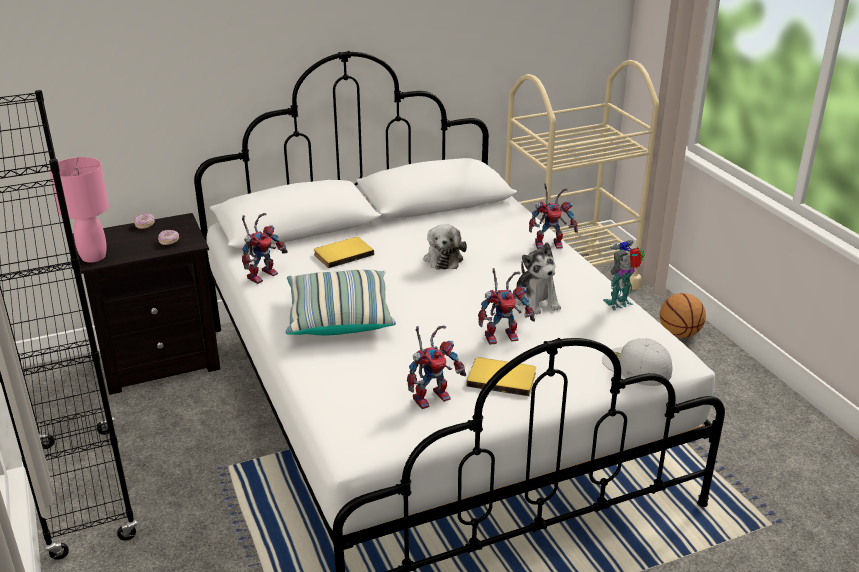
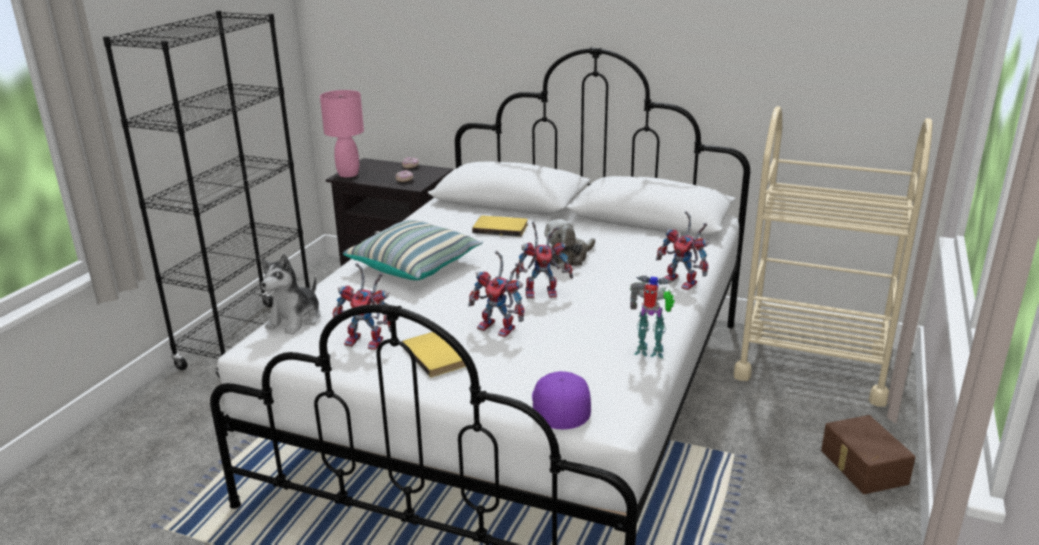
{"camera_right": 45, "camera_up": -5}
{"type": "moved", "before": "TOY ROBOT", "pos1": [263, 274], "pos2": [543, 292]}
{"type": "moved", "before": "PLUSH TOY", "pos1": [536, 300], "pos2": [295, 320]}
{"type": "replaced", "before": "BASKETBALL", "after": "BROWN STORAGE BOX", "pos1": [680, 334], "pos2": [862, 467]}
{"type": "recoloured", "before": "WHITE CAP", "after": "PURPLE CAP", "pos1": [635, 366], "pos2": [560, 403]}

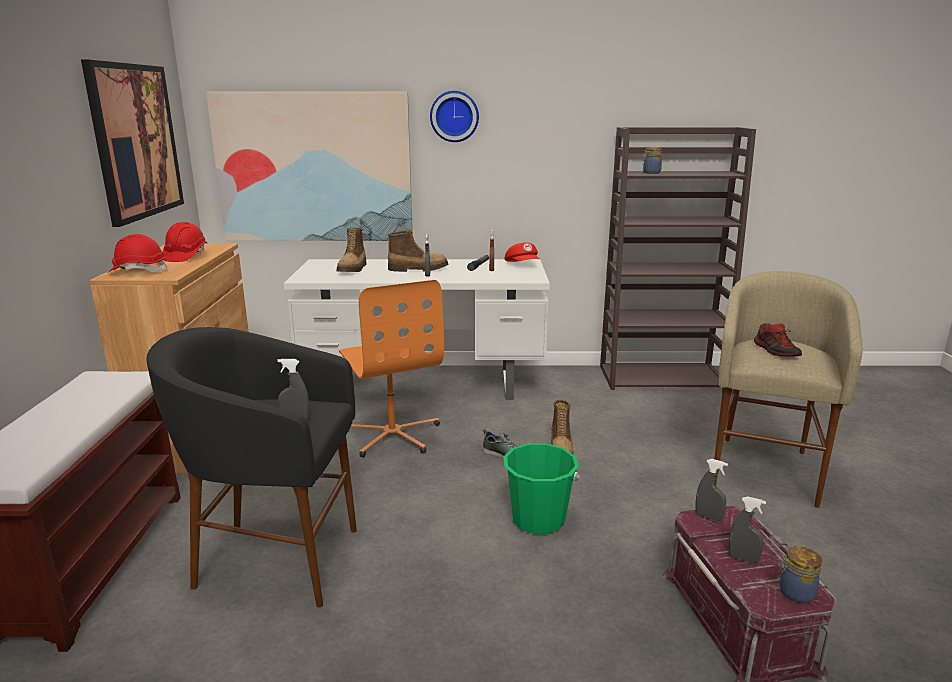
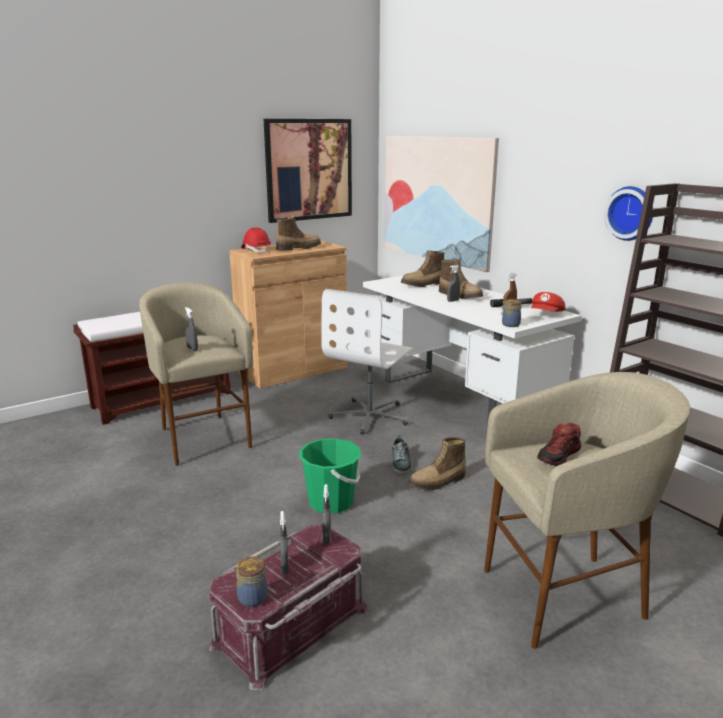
{"camera_right": 55, "camera_up": 0}
{"type": "moved", "before": "WALL CLOCK", "pos1": [454, 116], "pos2": [631, 213]}
{"type": "moved", "before": "JAR", "pos1": [650, 173], "pos2": [510, 324]}
{"type": "replaced", "before": "RED HARD HAT", "after": "BOOT", "pos1": [186, 256], "pos2": [298, 248]}
{"type": "recoloured", "before": "BLACK STOOL", "after": "BEIGE STOOL", "pos1": [276, 560], "pos2": [202, 438]}
{"type": "recoloured", "before": "ORANGE OFFICE CHAIR", "after": "WHITE OFFICE CHAIR", "pos1": [393, 435], "pos2": [370, 416]}

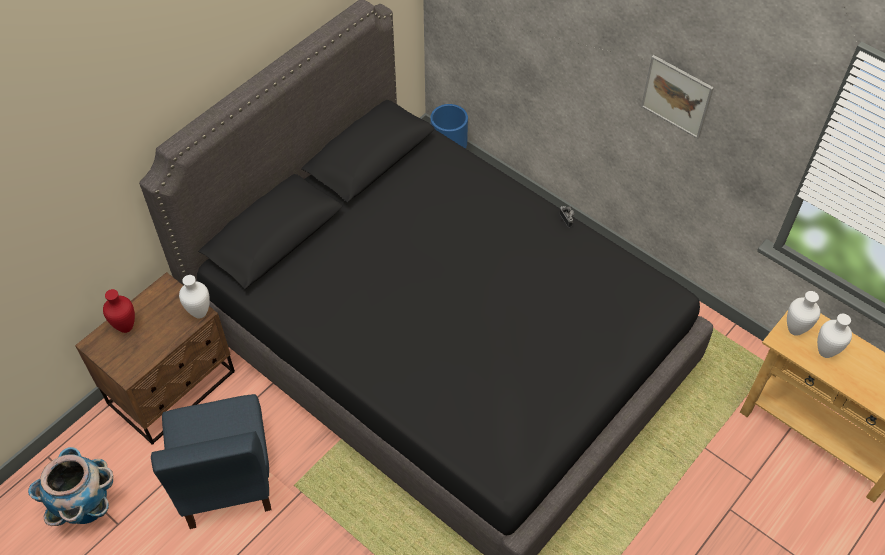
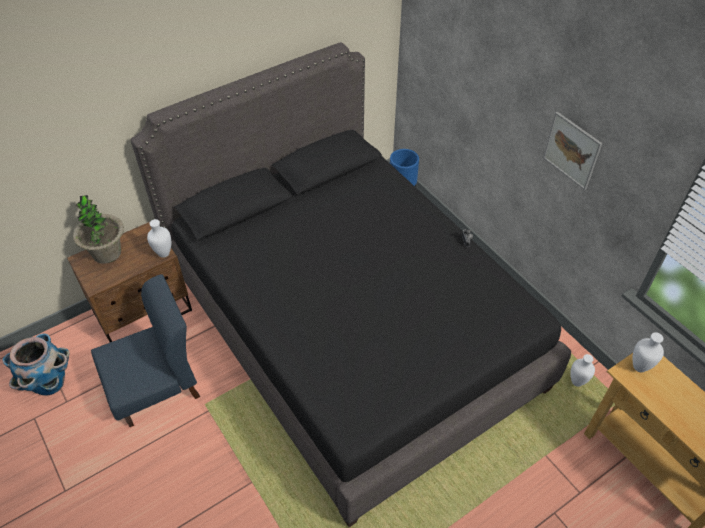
{"camera_right": 15, "camera_up": -5}
{"type": "moved", "before": "WHITE VASE", "pos1": [826, 353], "pos2": [577, 383]}
{"type": "replaced", "before": "RED VASE", "after": "POTTED PLANT", "pos1": [125, 328], "pos2": [107, 253]}
{"type": "turned", "before": "BLUE CHAIR", "pos1": [225, 479], "pos2": [156, 387], "turn": -120}

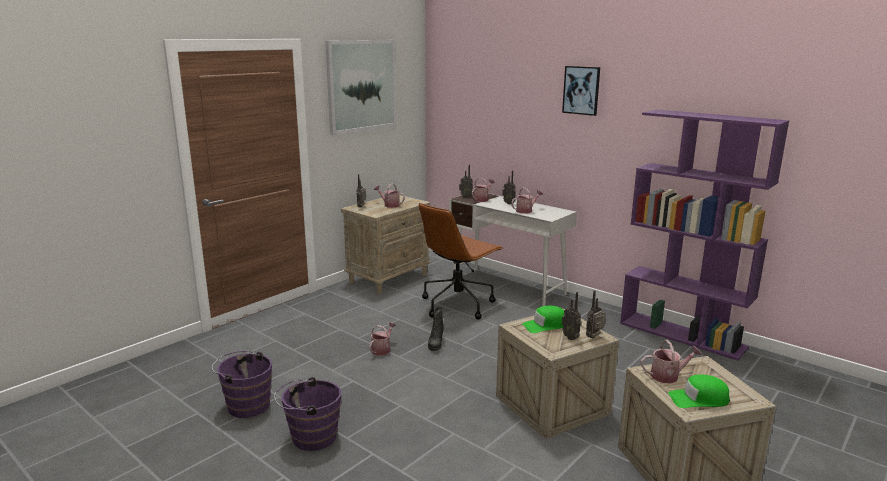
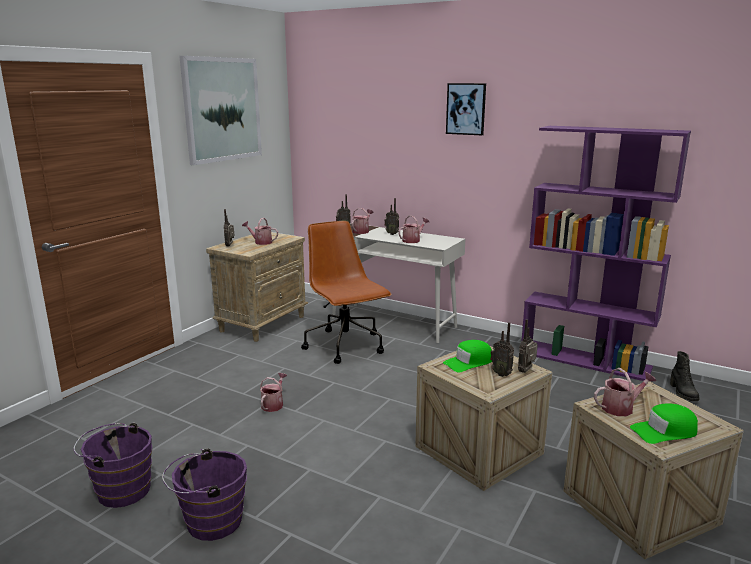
{"camera_right": -10, "camera_up": 0}
{"type": "moved", "before": "BLACK BOOT", "pos1": [435, 344], "pos2": [682, 393]}
{"type": "turned", "before": "BROWN OFFICE CHAIR", "pos1": [457, 304], "pos2": [346, 346], "turn": 120}

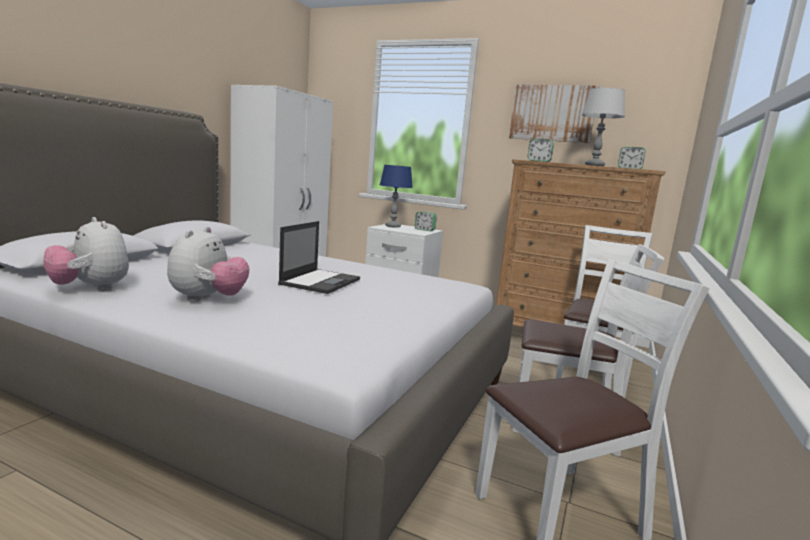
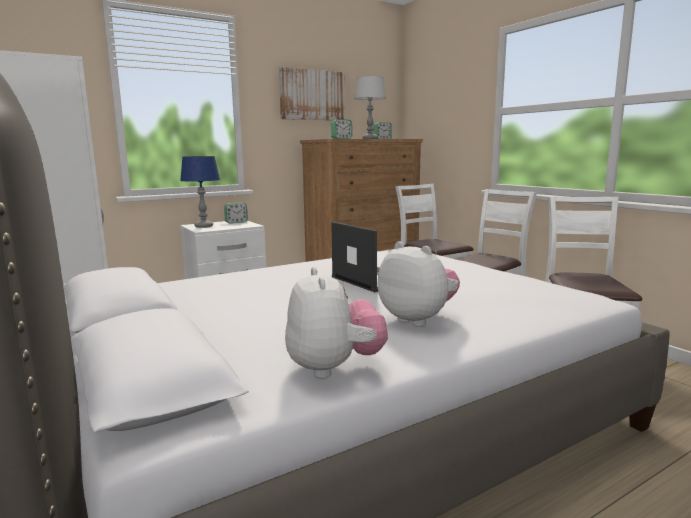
{"camera_right": -55, "camera_up": 0}
{"type": "turned", "before": "PLUSH TOY", "pos1": [91, 289], "pos2": [334, 368], "turn": -90}

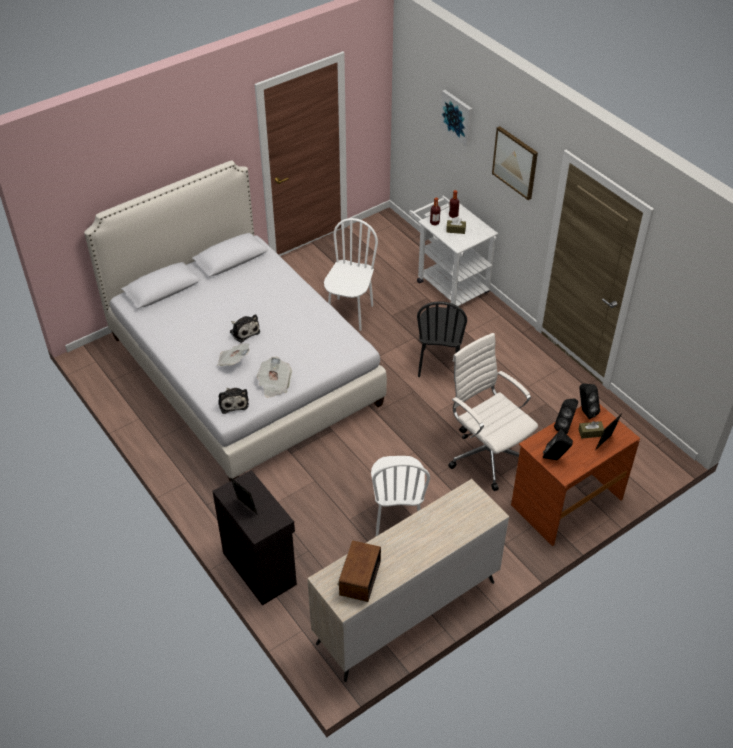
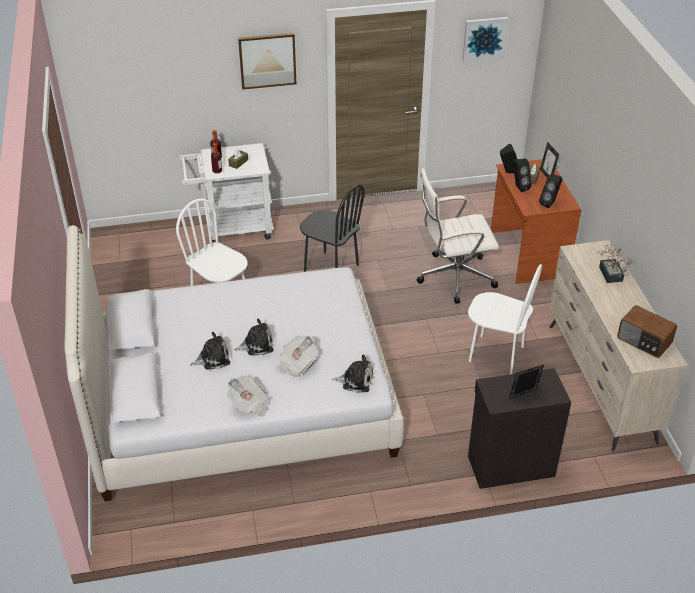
{"camera_right": -65, "camera_up": -5}
{"type": "added", "after": "PLUSH TOY", "pos2": [213, 358]}
{"type": "added", "after": "POTTED PLANT", "pos2": [611, 276]}
{"type": "moved", "before": "NEWSPAPER", "pos1": [274, 384], "pos2": [249, 404]}
{"type": "moved", "before": "PICTURE", "pos1": [457, 117], "pos2": [484, 38]}

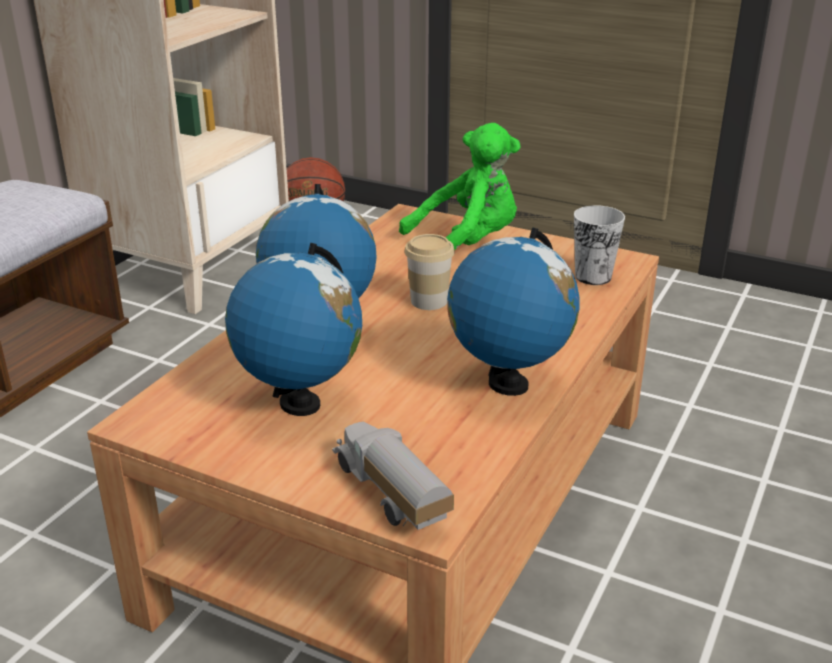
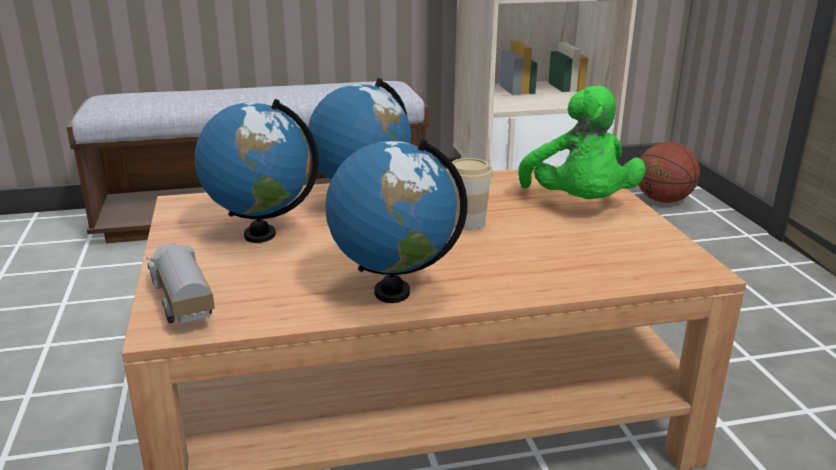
{"camera_right": 50, "camera_up": -5}
{"type": "removed", "before": "CUP", "pos1": [593, 276]}
{"type": "turned", "before": "TOY TRUCK", "pos1": [390, 495], "pos2": [181, 303], "turn": -45}
{"type": "turned", "before": "GREEN PLUSH TOY", "pos1": [465, 246], "pos2": [578, 204], "turn": 45}

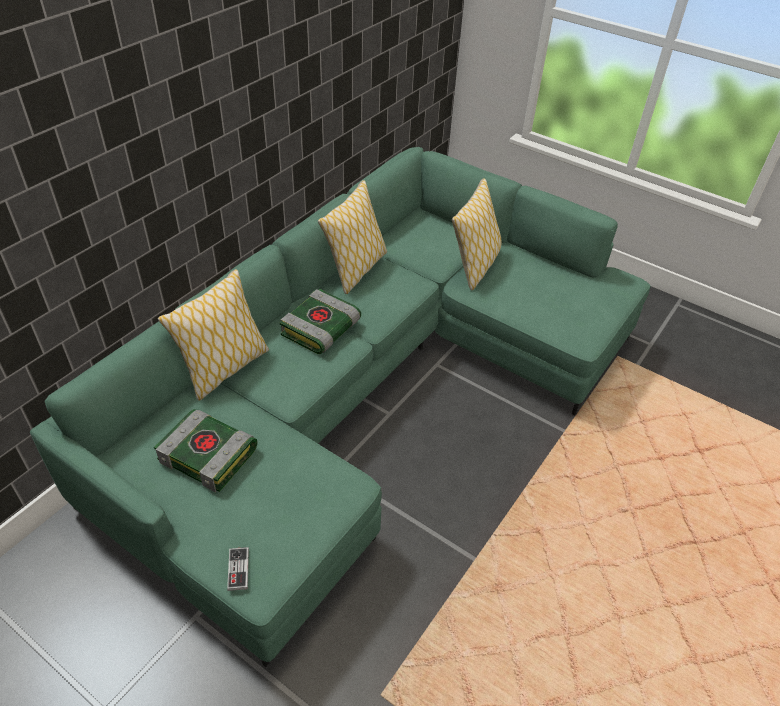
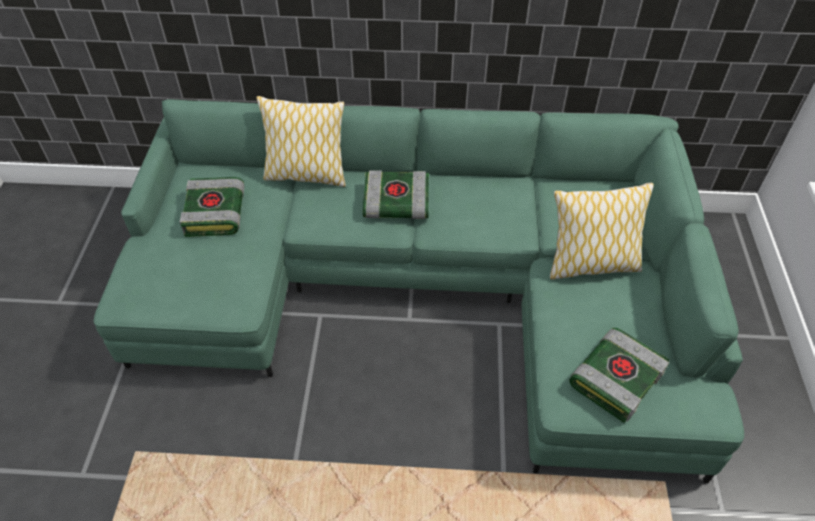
{"camera_right": 60, "camera_up": 5}
{"type": "removed", "before": "GAME CONTROLLER", "pos1": [238, 569]}
{"type": "removed", "before": "PILLOW", "pos1": [356, 270]}
{"type": "added", "after": "BOOK", "pos2": [616, 377]}

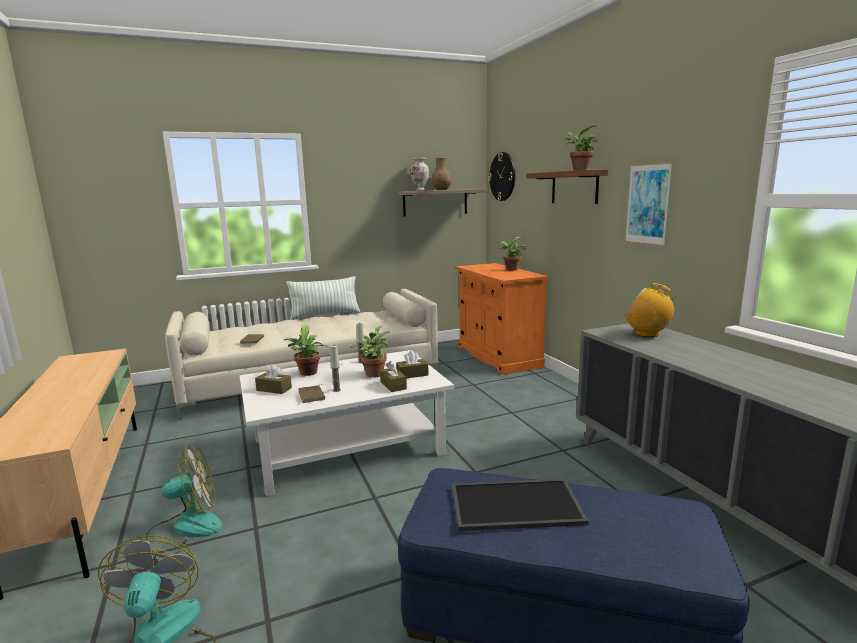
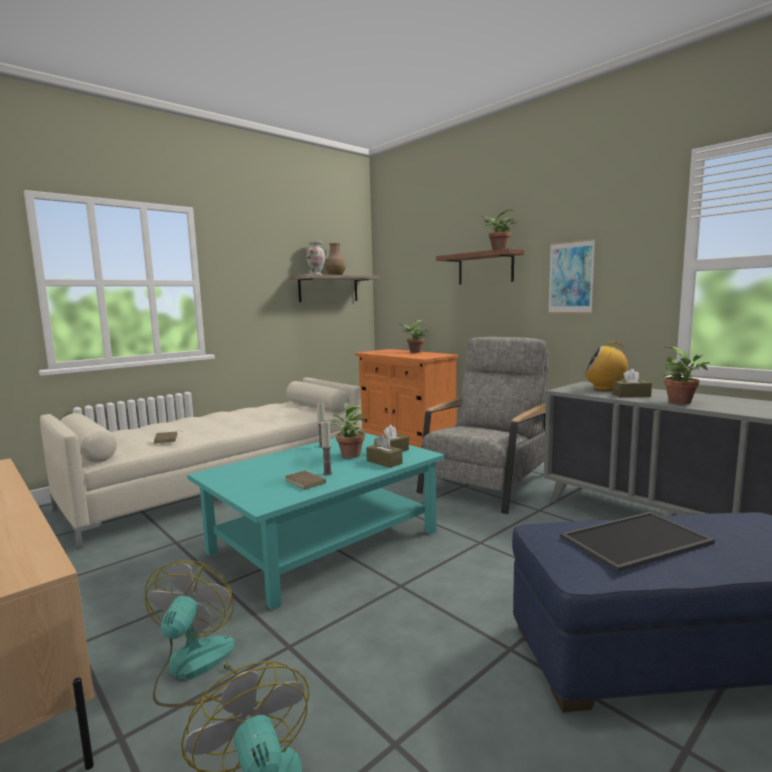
{"camera_right": -20, "camera_up": -5}
{"type": "removed", "before": "PILLOW", "pos1": [325, 315]}
{"type": "removed", "before": "WALL CLOCK", "pos1": [502, 176]}
{"type": "added", "after": "GREY ARMCHAIR", "pos2": [487, 483]}
{"type": "moved", "before": "BROWN TISSUE BOX", "pos1": [274, 389], "pos2": [631, 395]}
{"type": "moved", "before": "POTTED PLANT", "pos1": [308, 374], "pos2": [682, 402]}
{"type": "recoloured", "before": "WHITE COFFEE TABLE", "after": "TURQUOISE COFFEE TABLE", "pos1": [347, 446], "pos2": [324, 541]}
{"type": "turned", "before": "FAN", "pos1": [185, 528], "pos2": [194, 669], "turn": -45}

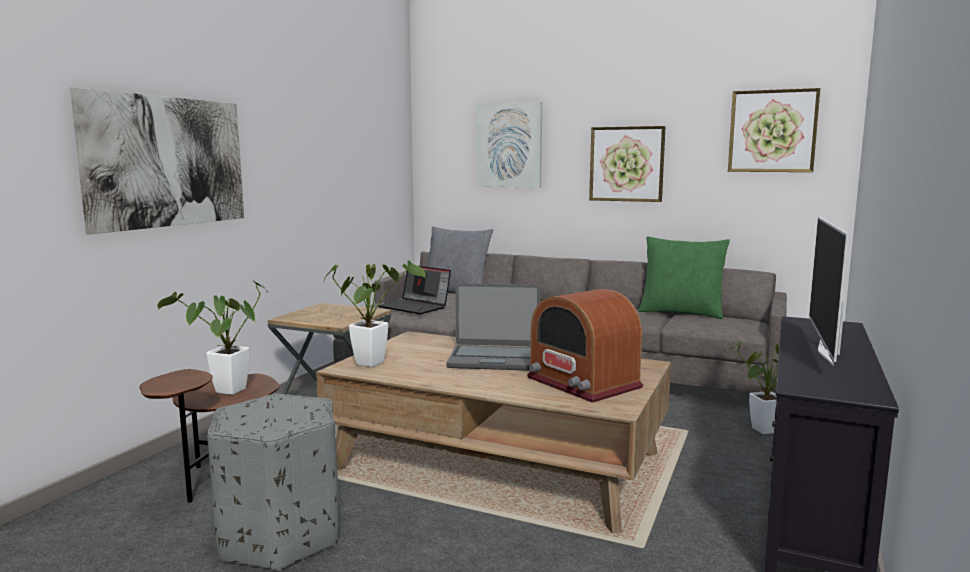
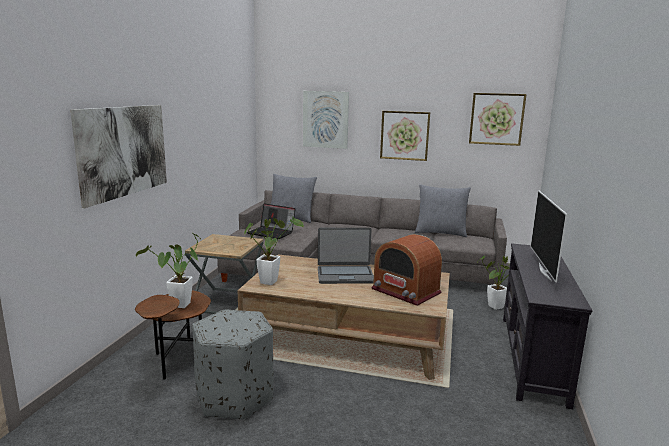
{"camera_right": -10, "camera_up": 5}
{"type": "recoloured", "before": "GREEN PILLOW", "after": "GREY PILLOW", "pos1": [681, 313], "pos2": [440, 232]}

